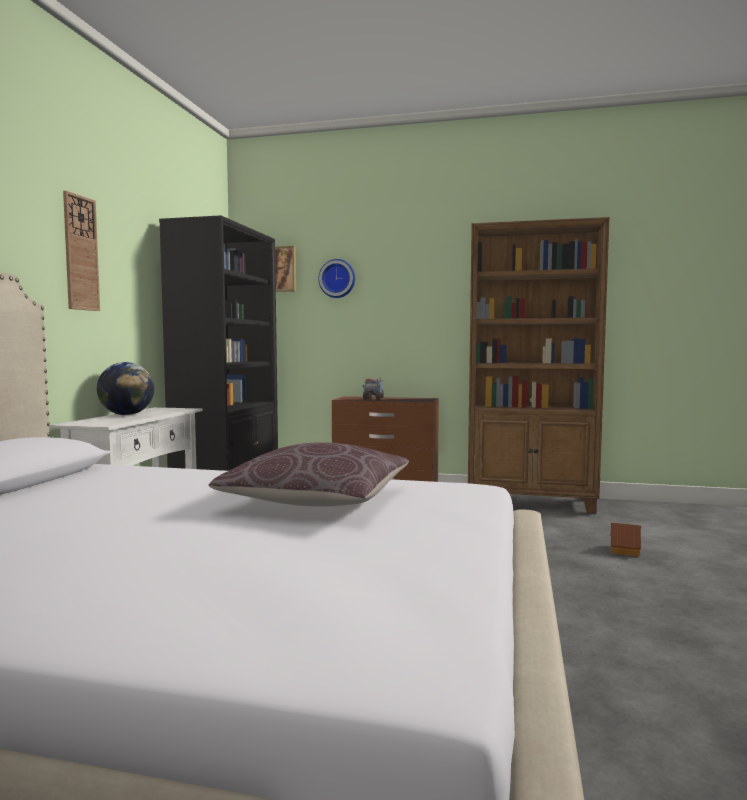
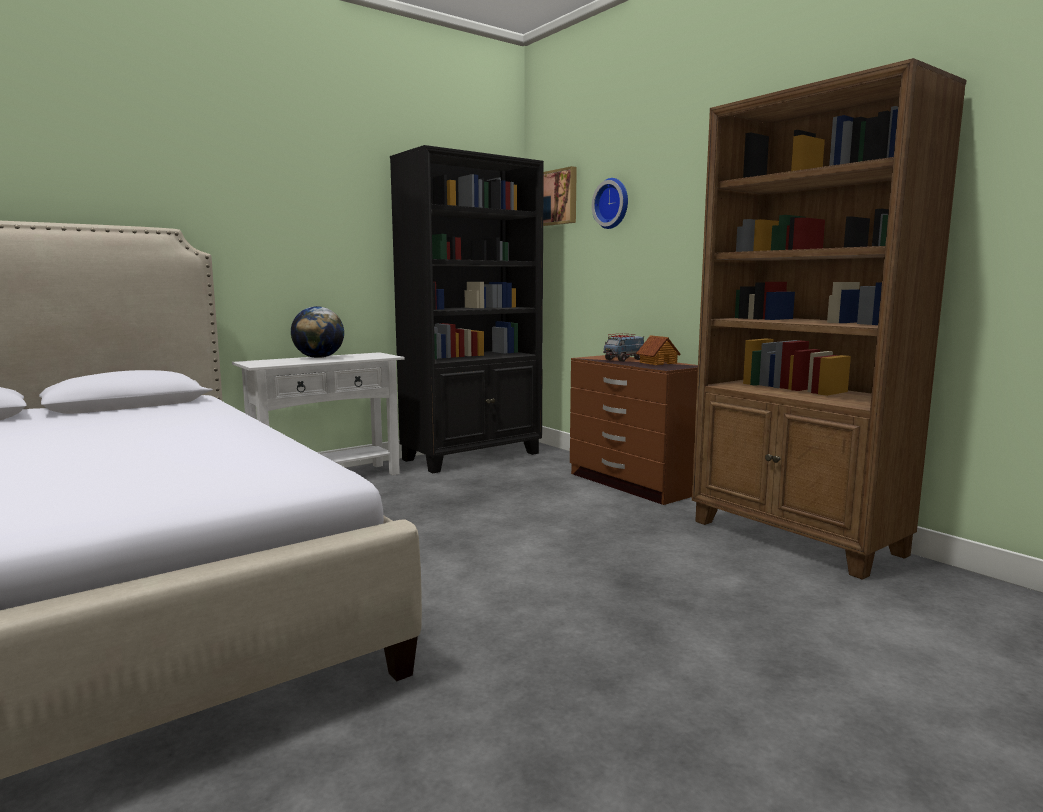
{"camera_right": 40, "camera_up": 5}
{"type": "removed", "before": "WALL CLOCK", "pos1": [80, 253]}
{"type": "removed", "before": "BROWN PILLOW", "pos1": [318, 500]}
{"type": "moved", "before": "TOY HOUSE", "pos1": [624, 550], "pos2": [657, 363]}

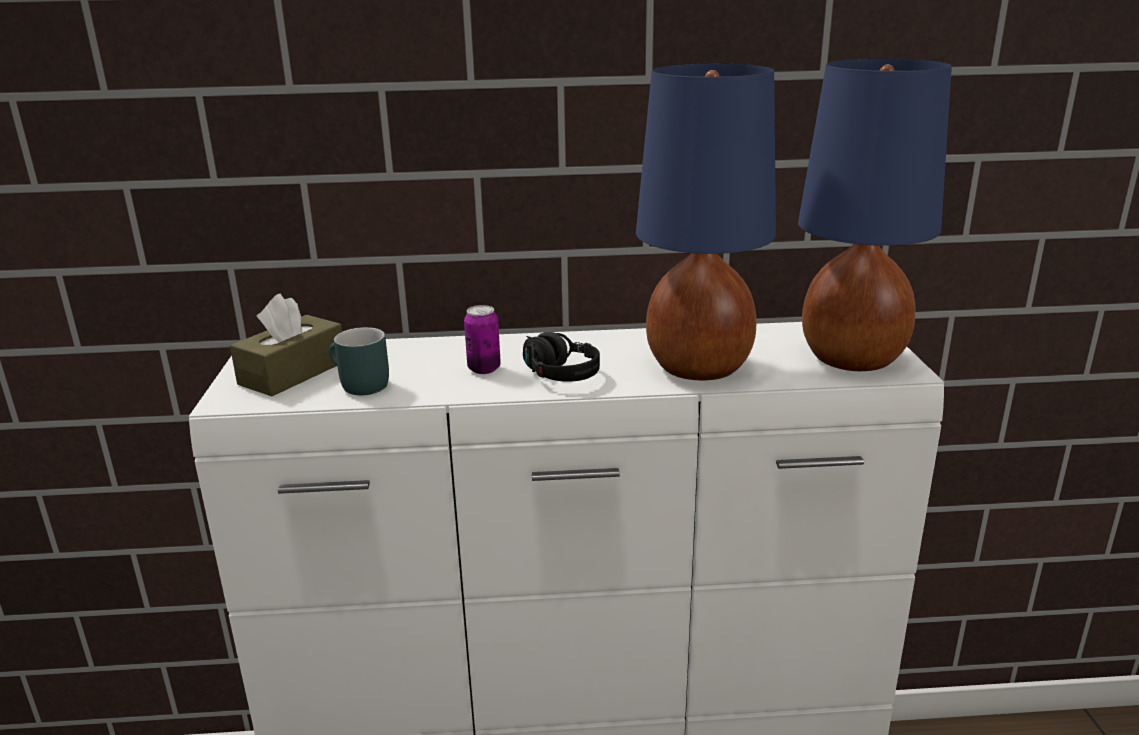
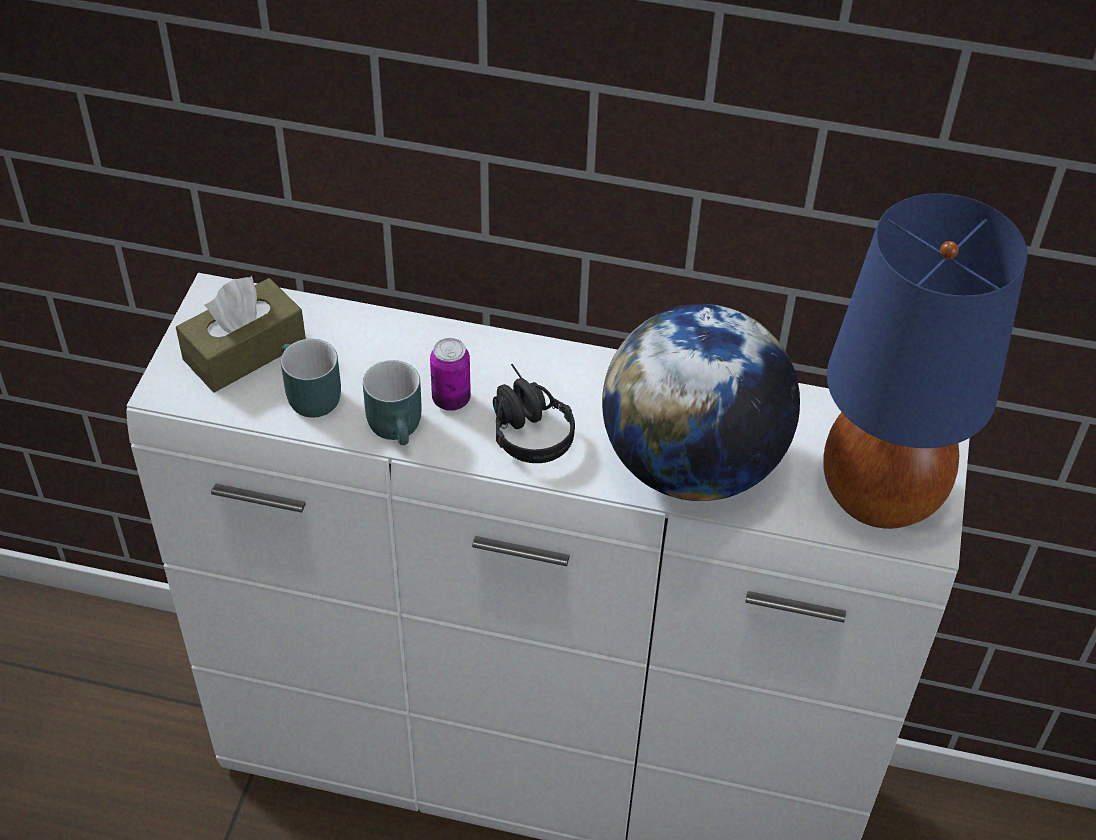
{"camera_right": 15, "camera_up": 25}
{"type": "added", "after": "TURQUOISE MUG", "pos2": [400, 428]}
{"type": "replaced", "before": "BLUE TABLE LAMP", "after": "GLOBE", "pos1": [699, 368], "pos2": [691, 465]}

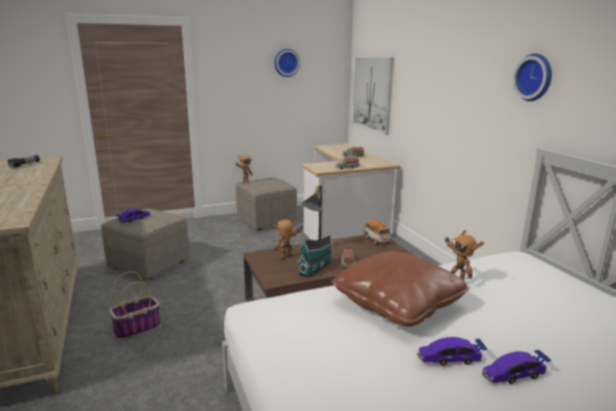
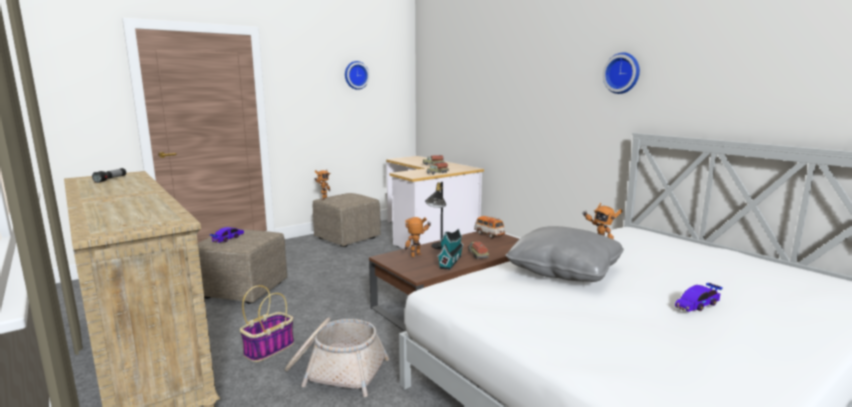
{"camera_right": -15, "camera_up": -5}
{"type": "removed", "before": "PICTURE", "pos1": [372, 93]}
{"type": "removed", "before": "TOY CAR", "pos1": [450, 358]}
{"type": "added", "after": "BASKET", "pos2": [336, 371]}
{"type": "recoloured", "before": "BROWN PILLOW", "after": "GREY PILLOW", "pos1": [397, 303], "pos2": [564, 271]}

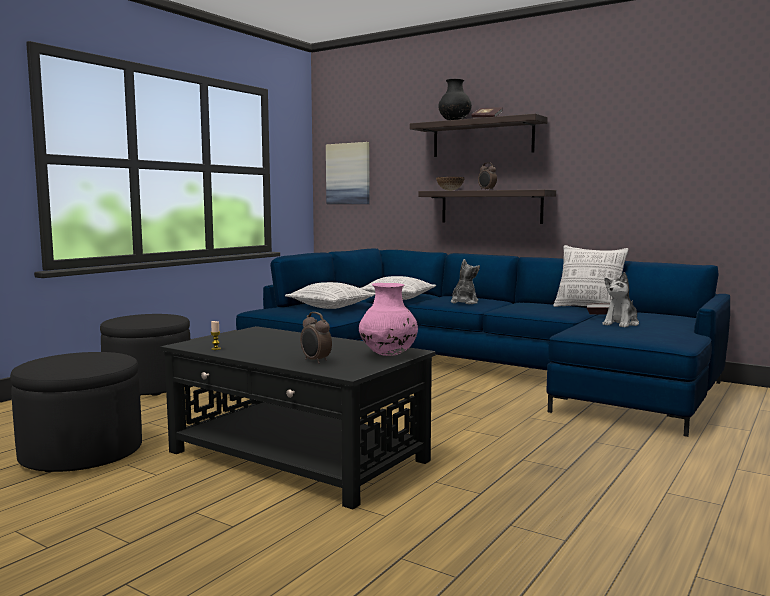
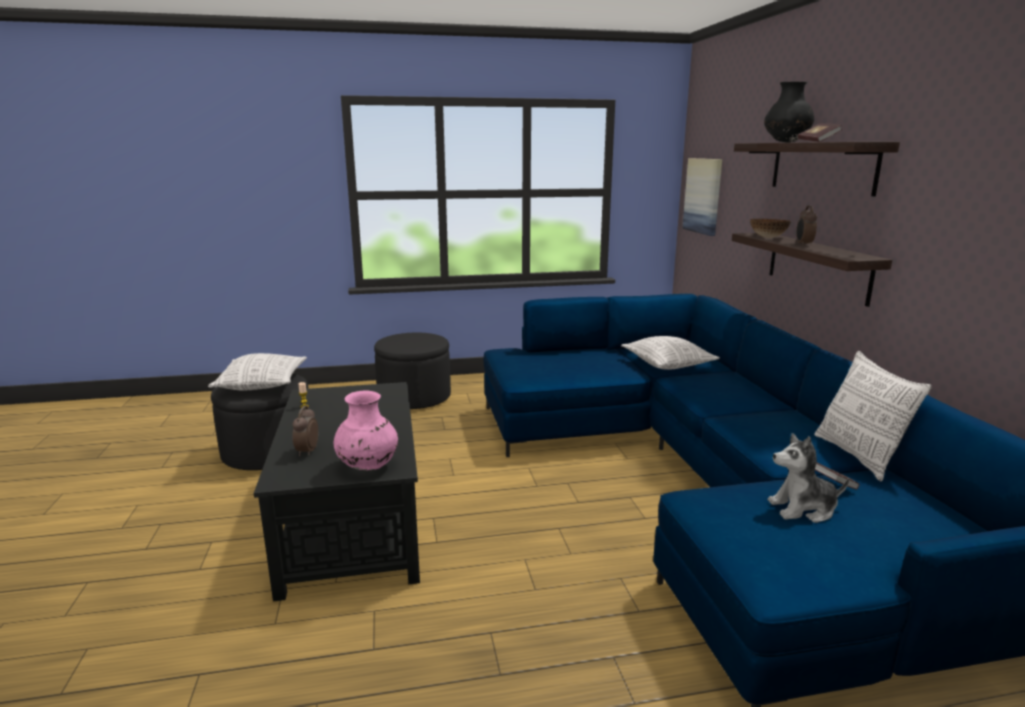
{"camera_right": 45, "camera_up": 10}
{"type": "removed", "before": "PLUSH TOY", "pos1": [464, 302]}
{"type": "moved", "before": "PILLOW", "pos1": [331, 307], "pos2": [261, 384]}

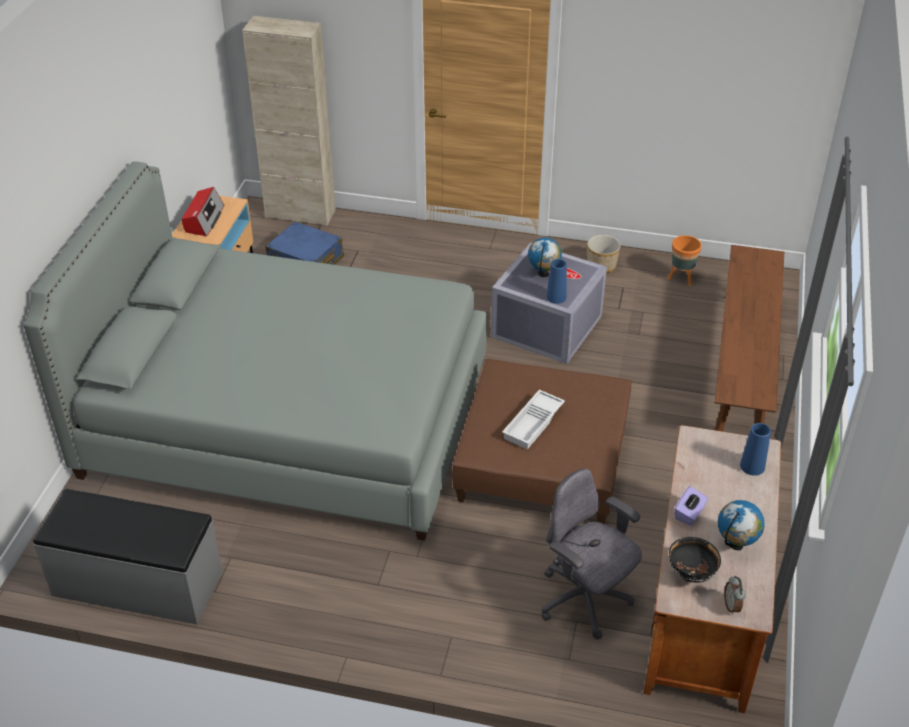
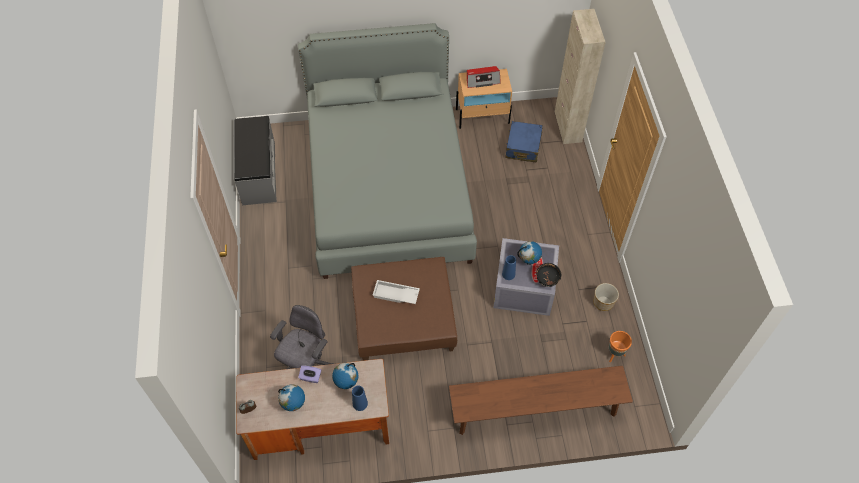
{"camera_right": 70, "camera_up": 15}
{"type": "added", "after": "GLOBE", "pos2": [346, 383]}
{"type": "moved", "before": "BLACK BOWL", "pos1": [691, 574], "pos2": [547, 281]}

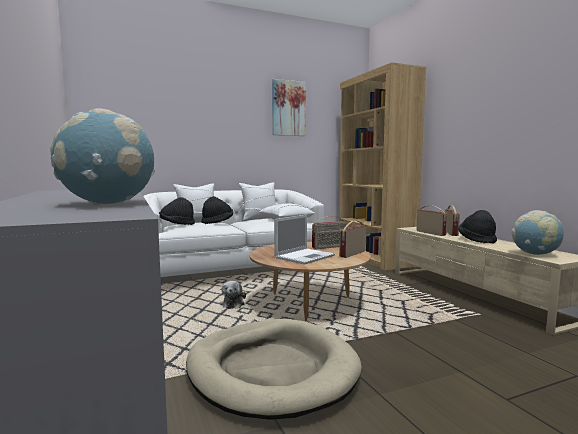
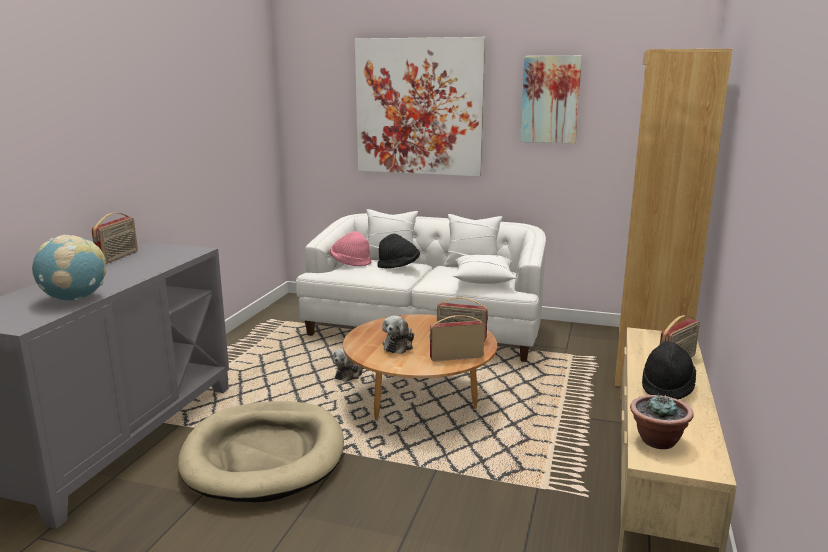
{"camera_right": 40, "camera_up": 10}
{"type": "added", "after": "PICTURE", "pos2": [419, 107]}
{"type": "moved", "before": "RADIO", "pos1": [431, 233], "pos2": [118, 257]}
{"type": "replaced", "before": "LAPTOP", "after": "PLUSH TOY", "pos1": [305, 256], "pos2": [399, 345]}
{"type": "replaced", "before": "GLOBE", "after": "POTTED PLANT", "pos1": [535, 254], "pos2": [657, 441]}
{"type": "recoloured", "before": "BLACK HAT", "after": "PINK HAT", "pos1": [176, 225], "pos2": [350, 263]}

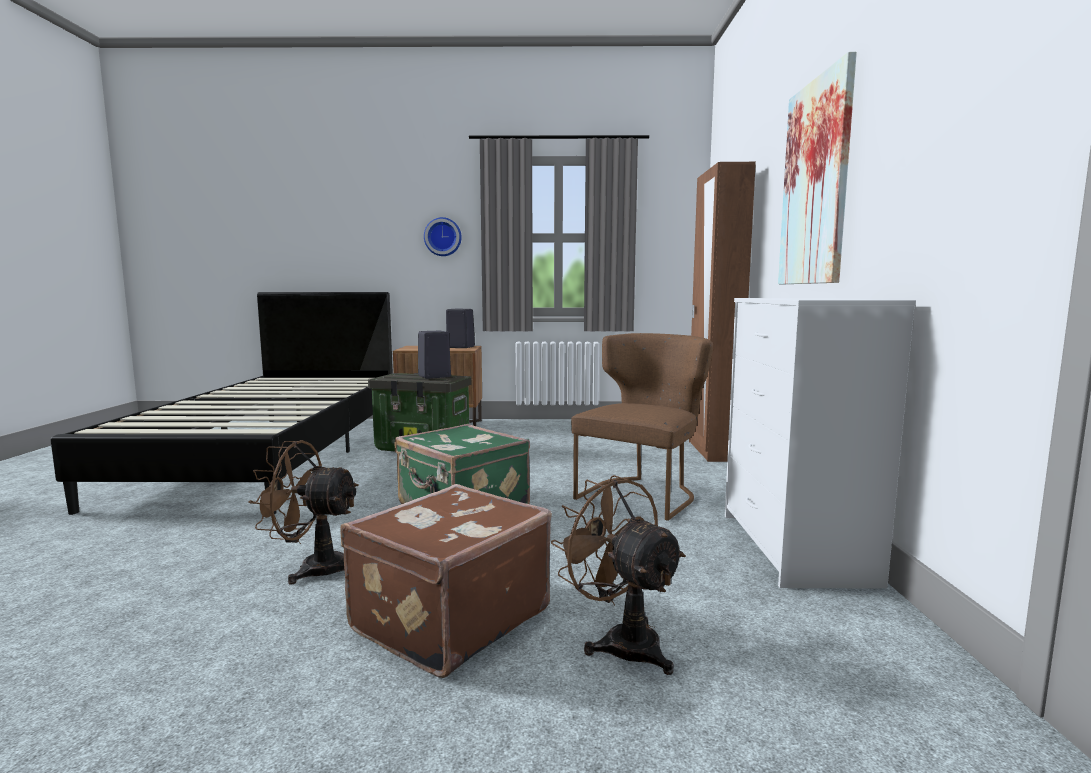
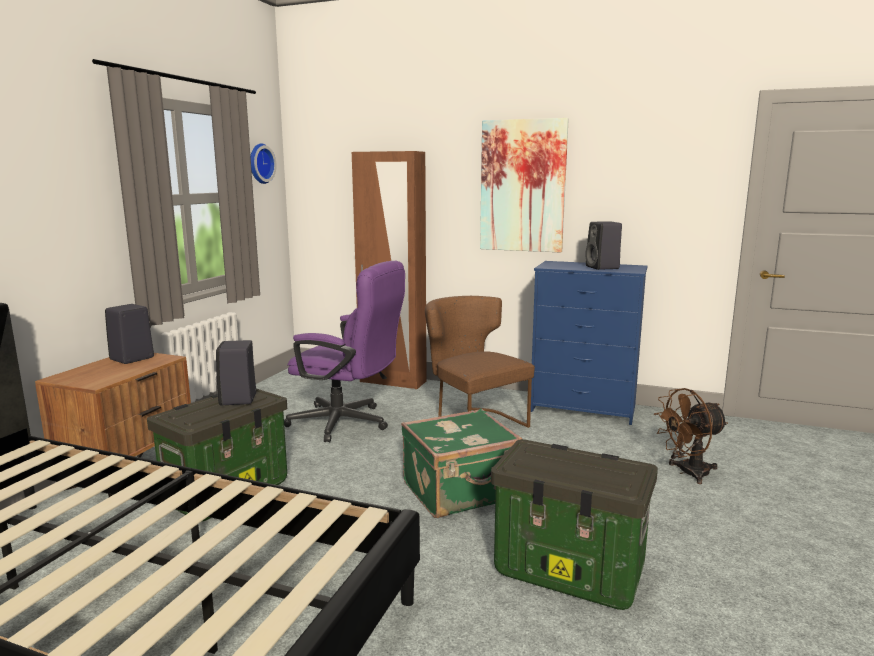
{"camera_right": -70, "camera_up": 5}
{"type": "removed", "before": "BROWN SUITCASE", "pos1": [447, 618]}
{"type": "added", "after": "PURPLE OFFICE CHAIR", "pos2": [347, 423]}
{"type": "added", "after": "BLACK SPEAKER", "pos2": [603, 267]}
{"type": "moved", "before": "WALL CLOCK", "pos1": [443, 237], "pos2": [259, 163]}
{"type": "replaced", "before": "BROWN FAN", "after": "STORAGE BOX", "pos1": [312, 568], "pos2": [571, 571]}
{"type": "recoloured", "before": "WHITE DRESSER", "after": "BLUE DRESSER", "pos1": [795, 548], "pos2": [584, 408]}

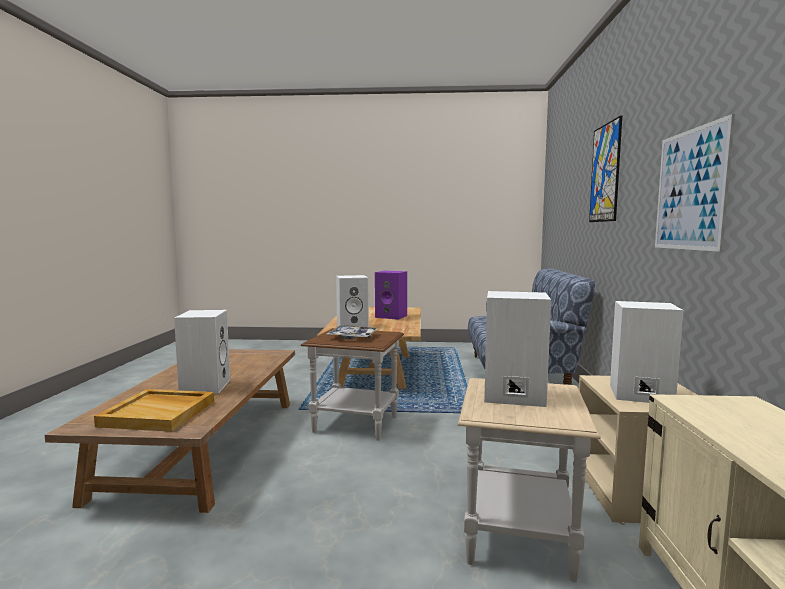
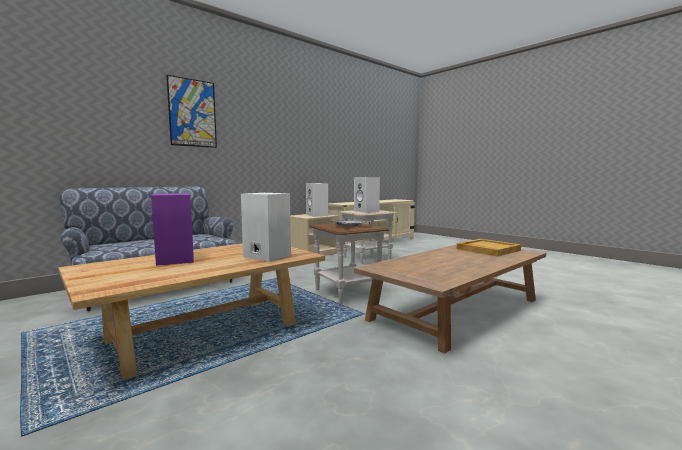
{"camera_right": -135, "camera_up": 0}
{"type": "removed", "before": "WHITE SPEAKER", "pos1": [204, 386]}
{"type": "removed", "before": "PICTURE", "pos1": [690, 189]}

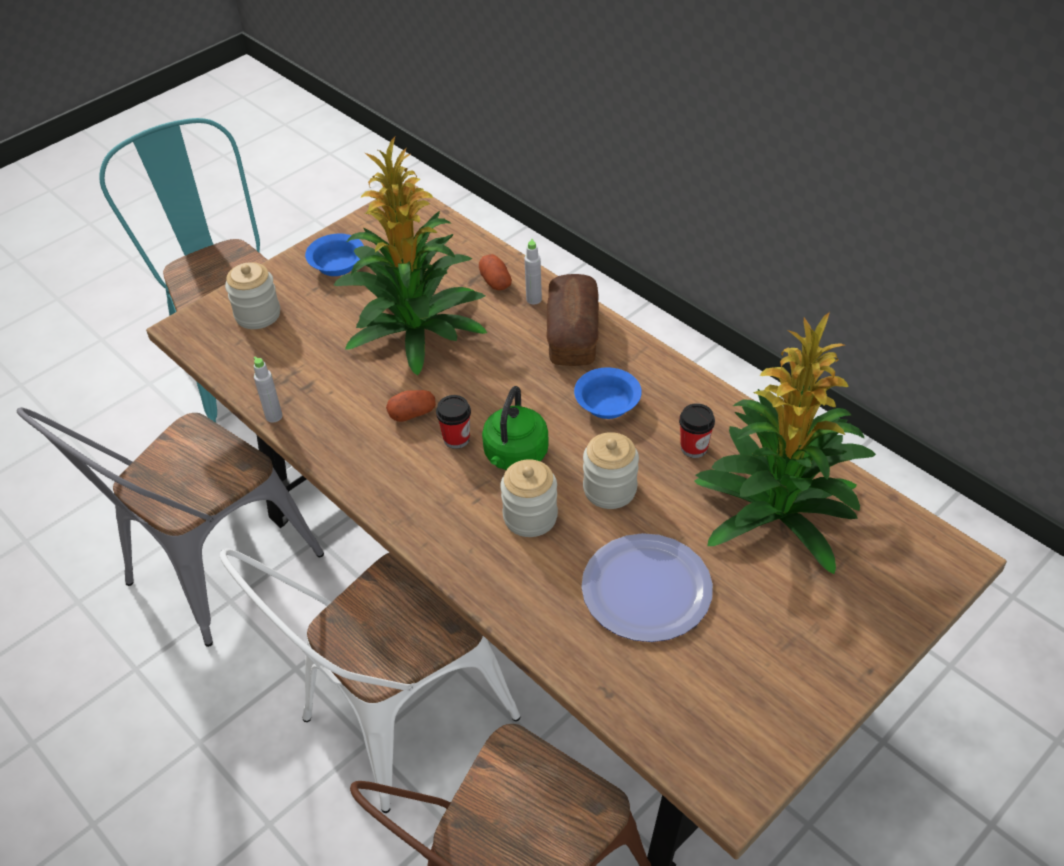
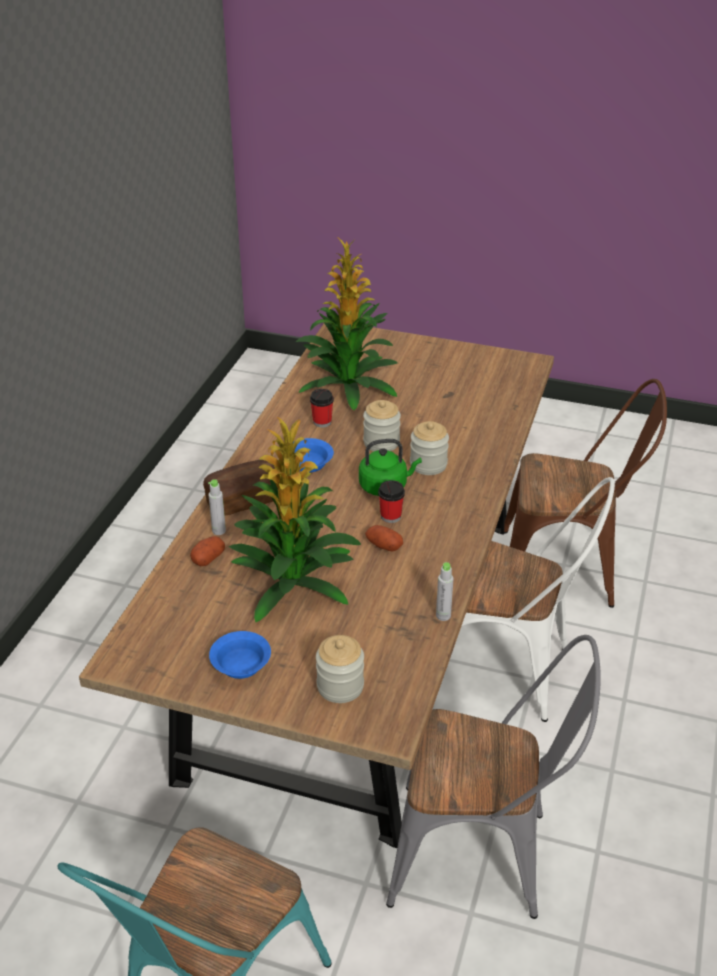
{"camera_right": -120, "camera_up": -10}
{"type": "removed", "before": "PLATE", "pos1": [646, 589]}

